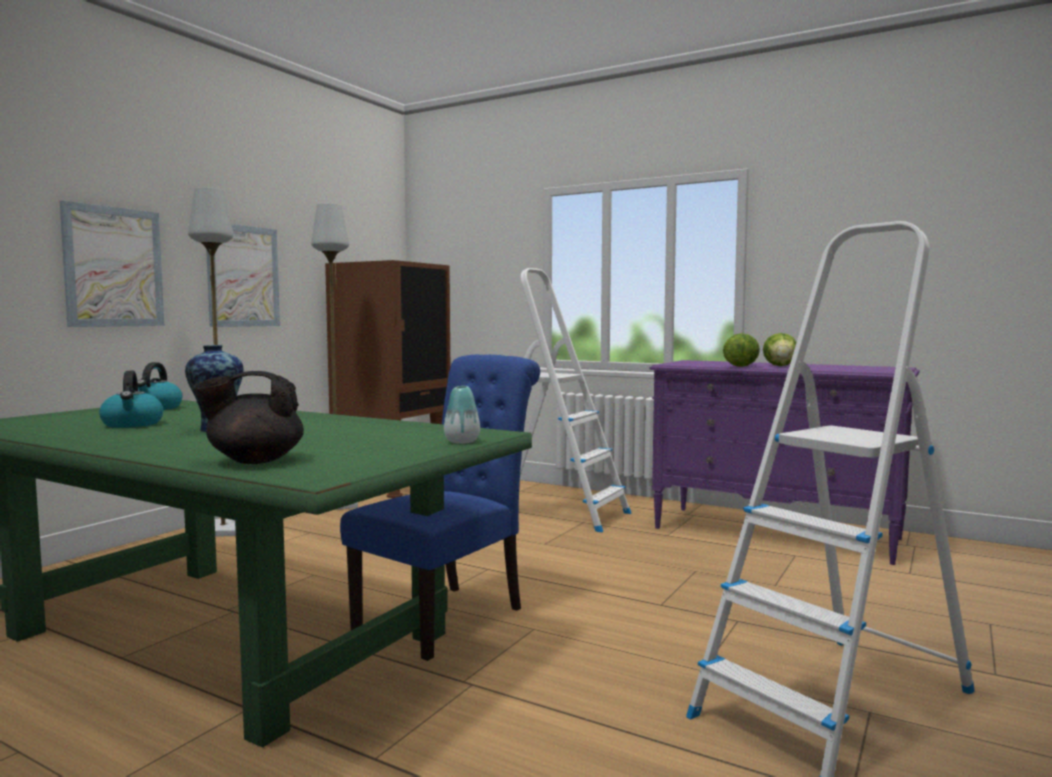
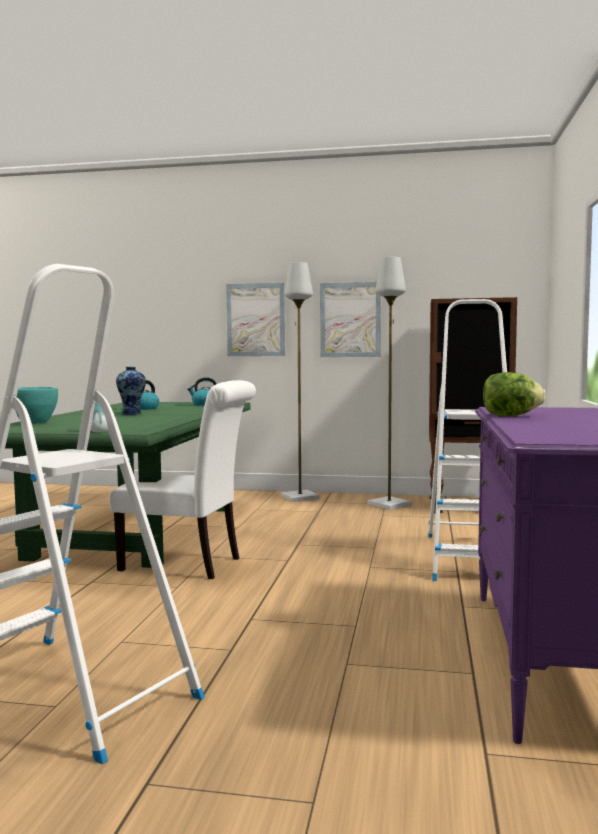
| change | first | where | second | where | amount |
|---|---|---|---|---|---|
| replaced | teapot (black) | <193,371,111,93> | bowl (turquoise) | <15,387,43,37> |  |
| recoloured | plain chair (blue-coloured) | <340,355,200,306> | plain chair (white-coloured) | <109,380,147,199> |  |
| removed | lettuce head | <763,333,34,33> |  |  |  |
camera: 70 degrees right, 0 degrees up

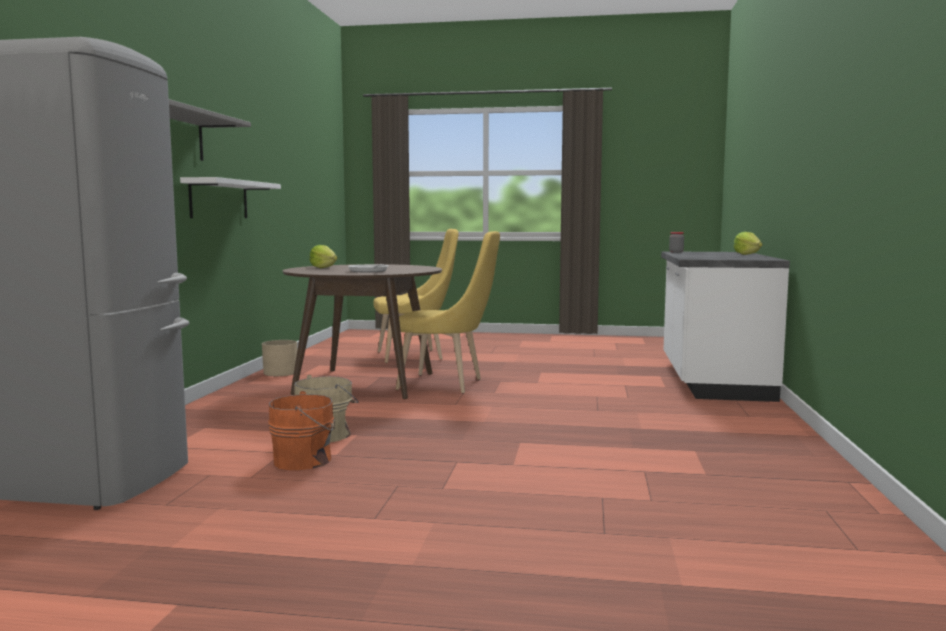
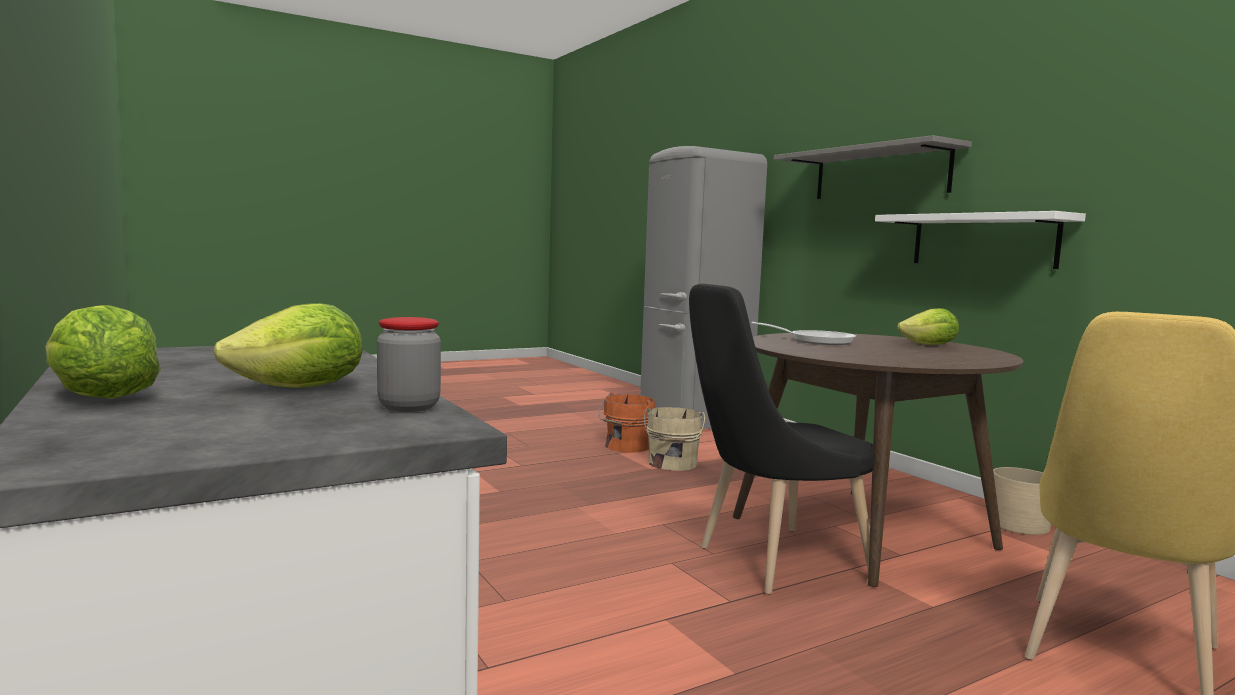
| change | first | where | second | where | amount |
|---|---|---|---|---|---|
| added |  |  | lettuce head | <213,303,150,85> |  |
| recoloured | plain chair (yellow-coloured) | <396,231,104,162> | plain chair (black) | <689,284,186,310> |  |
camera: 140 degrees right, 0 degrees up

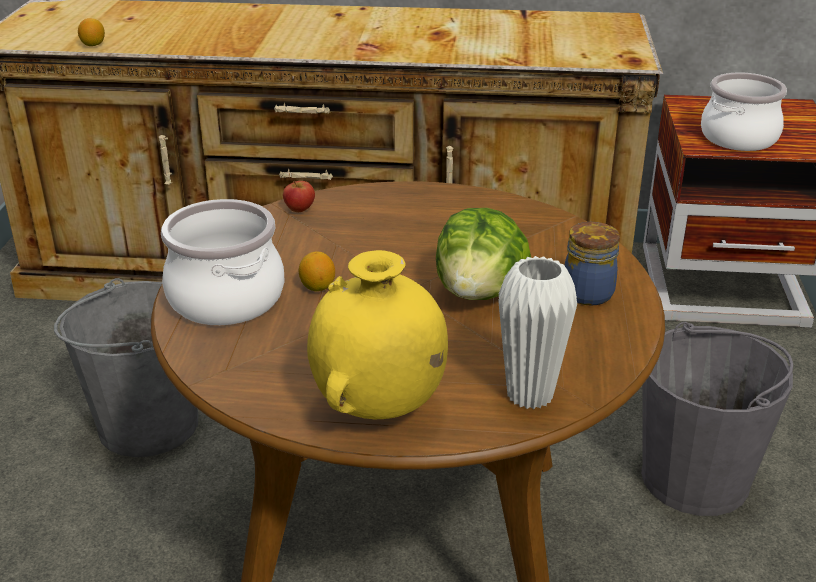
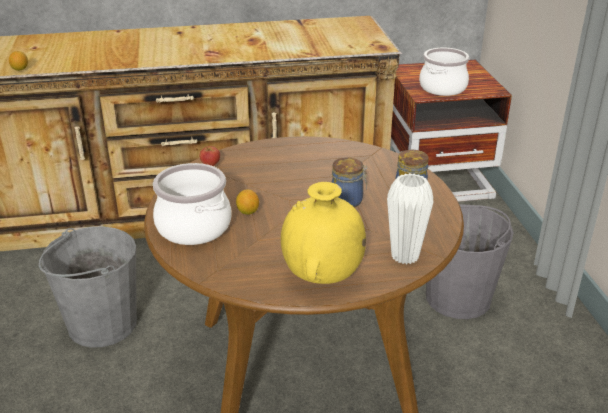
| change | first | where | second | where | amount |
|---|---|---|---|---|---|
| replaced | lettuce head | <436,208,95,92> | storage jar | <331,157,36,51> |  |
camera: 15 degrees left, 0 degrees up

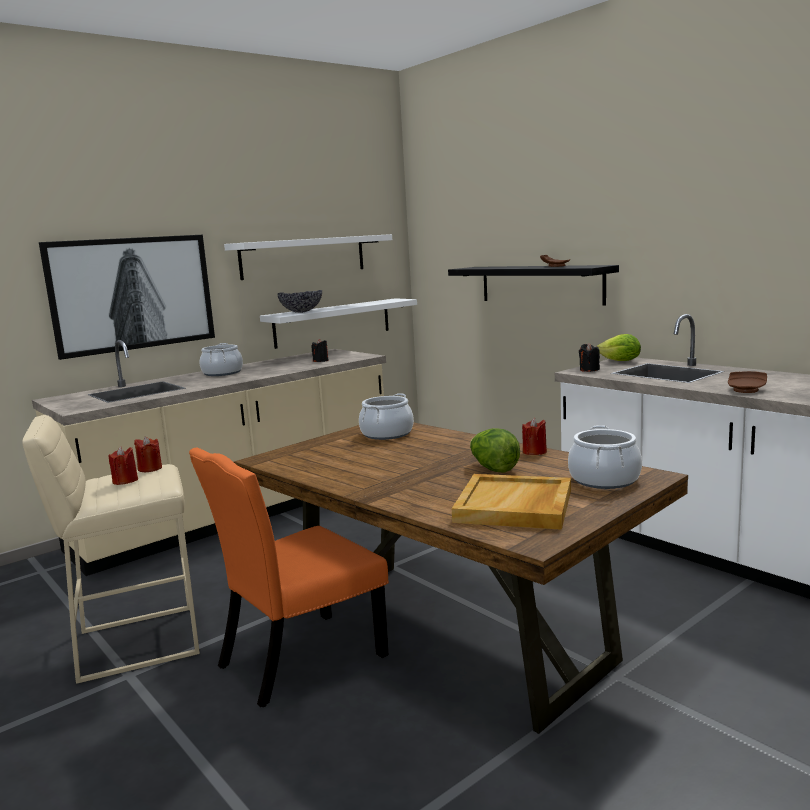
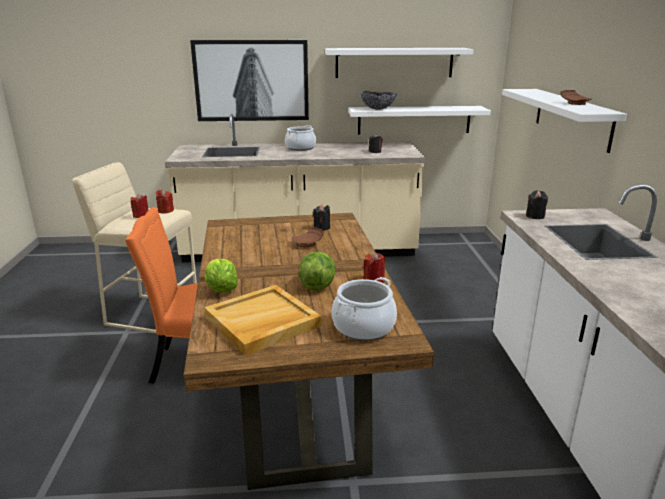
| change | first | where | second | where | amount |
|---|---|---|---|---|---|
| moved | lettuce head | <597,334,44,27> |  | <205,259,33,34> |  |
| moved | dinner plate (brown-coloured) | <728,371,39,22> |  | <292,227,32,20> |  |
| replaced | saucepot | <359,393,55,47> | wax candle (black) | <313,205,17,25> |  |
| recoloured | bracket shelf (black) | <448,265,171,40> | bracket shelf (white-coloured) | <502,89,125,64> |  |
camera: 35 degrees right, 10 degrees up

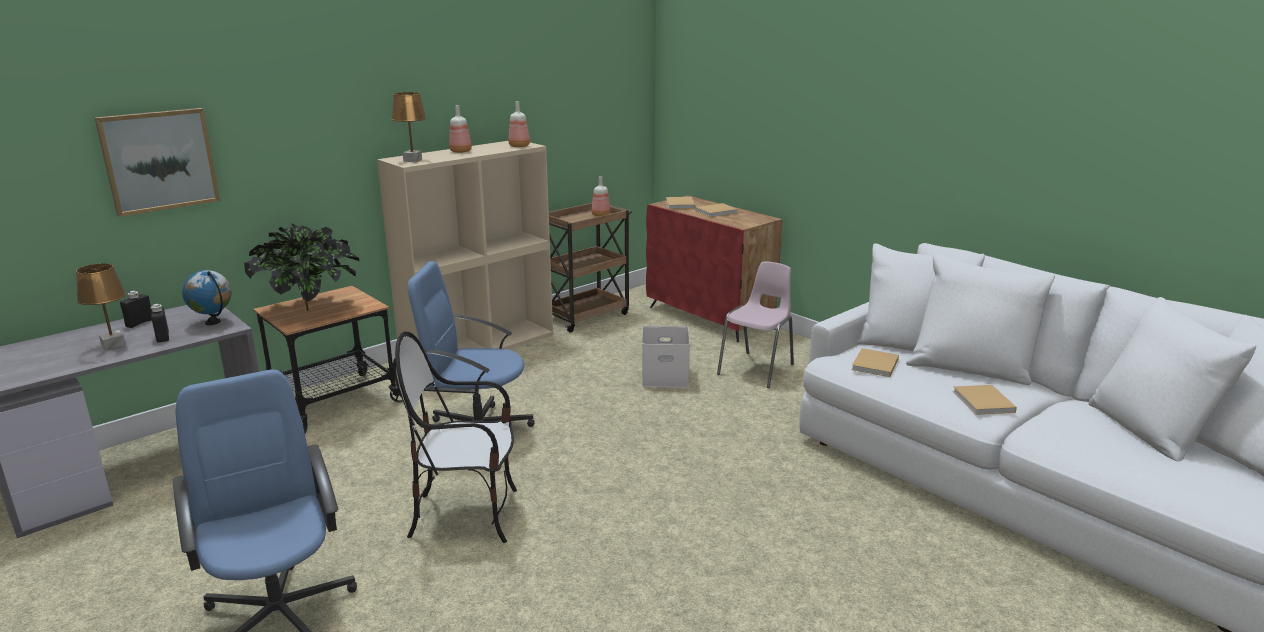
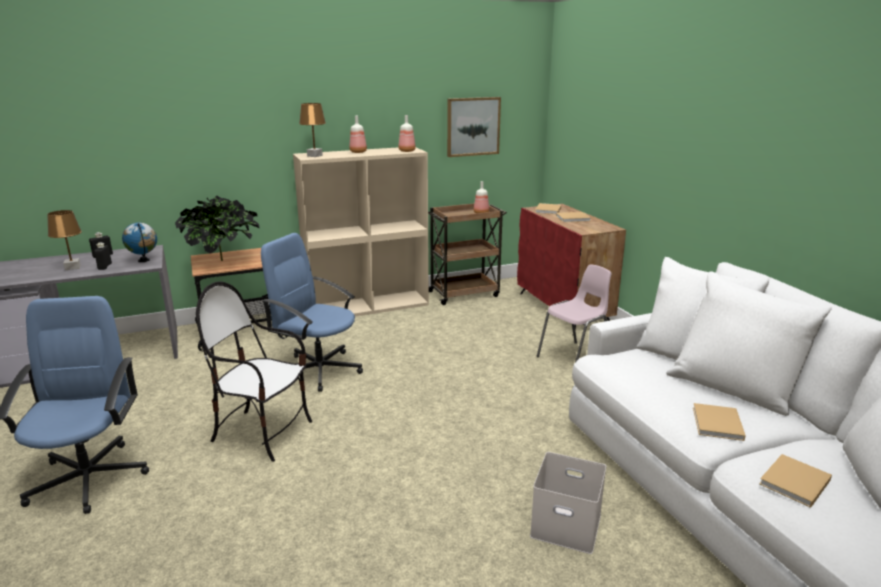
| change | first | where | second | where | amount |
|---|---|---|---|---|---|
| moved | picture | <94,108,126,109> |  | <447,97,54,60> |  |
| moved | storage bin (white-coloured) | <642,326,48,62> |  | <530,452,76,102> |  |
| moved | volume (sand-coloured) | <851,348,48,29> |  | <759,454,73,54> |  |
camera: 20 degrees right, 0 degrees up

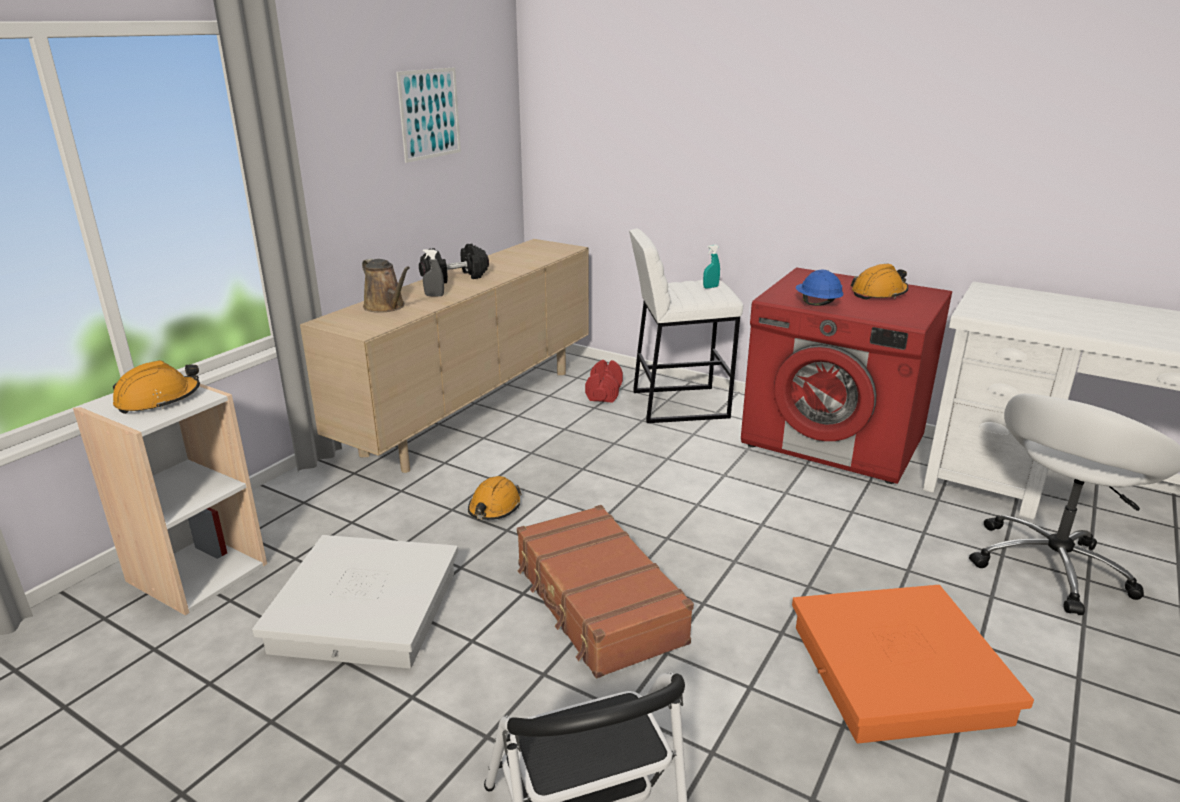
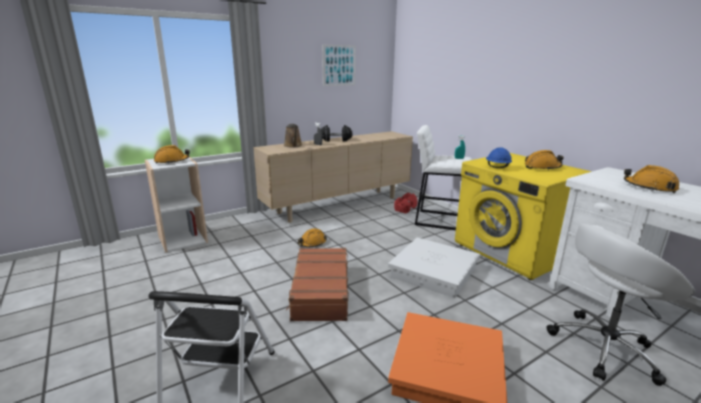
| change | first | where | second | where | amount |
|---|---|---|---|---|---|
| moved | storage bin (white-coloured) | <252,535,206,134> |  | <388,237,92,61> |  |
| recoloured | laundry machine (reddish) | <741,268,211,216> | laundry machine (yellow-coloured) | <455,153,137,127> |  |
| added |  |  | hard hat (orange-coloured) | <624,165,55,28> |  |
camera: 25 degrees right, 5 degrees down

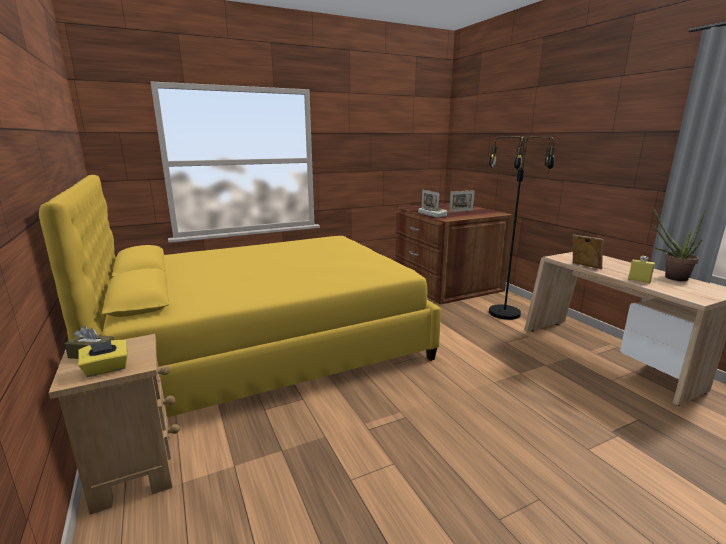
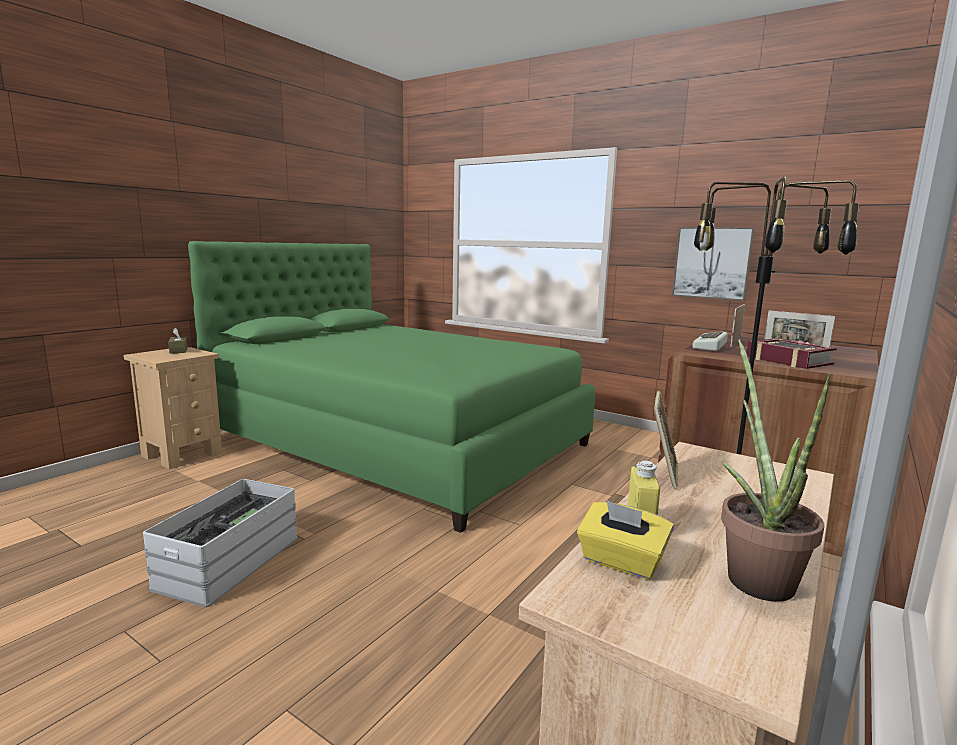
| change | first | where | second | where | amount |
|---|---|---|---|---|---|
| added |  |  | storage bin (gray) | <143,479,155,128> |  |
| recoloured | sleeping bed (yellow-coloured) | <39,175,402,242> | sleeping bed (greenish) | <188,241,407,292> |  |
| moved | box of tissues (yellow-coloured) | <78,340,50,37> |  | <577,501,97,79> |  |
| added |  |  | picture | <672,227,83,74> |  |
| added |  |  | volume | <747,338,90,31> |  |
camera: 60 degrees right, 5 degrees down

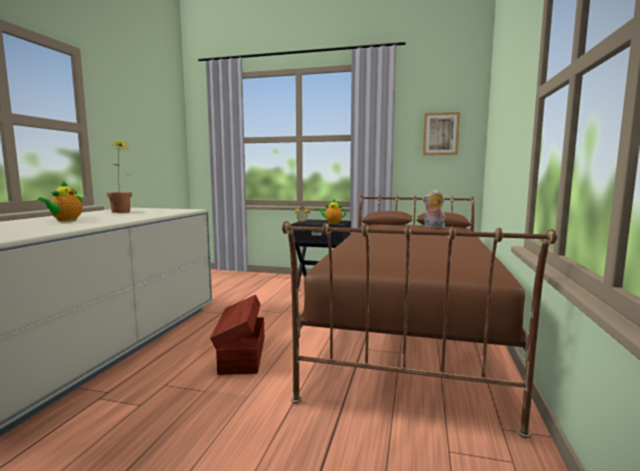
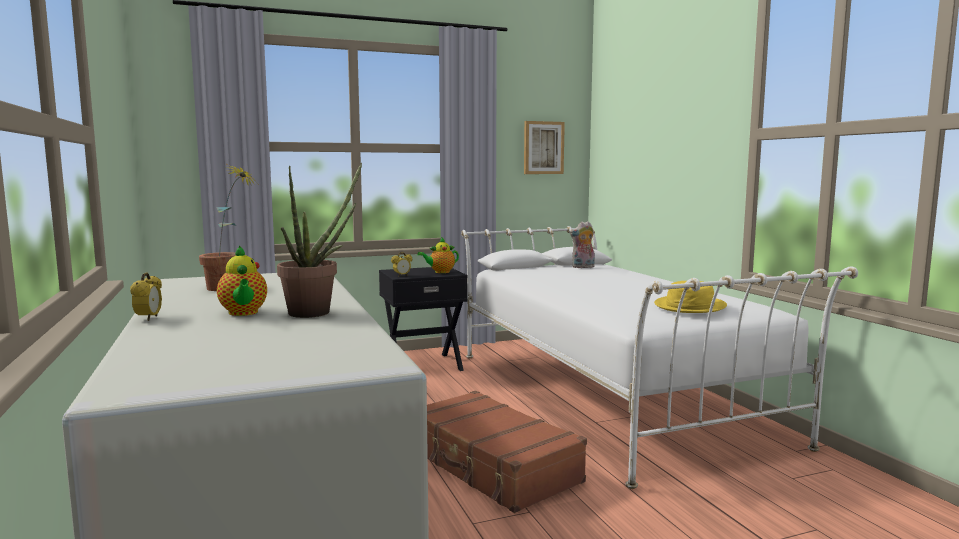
| change | first | where | second | where | amount |
|---|---|---|---|---|---|
| added |  |  | alarm clock | <130,272,32,49> |  |
| added |  |  | plant in a pot | <277,163,85,155> |  |
| replaced | storage bin (brown-coloured) | <210,295,54,80> | travel case (brown-coloured) | <427,391,160,122> |  |
| recoloured | sleeping bed (brown-coloured) | <282,195,276,243> | sleeping bed (white-coloured) | <461,226,397,263> |  |
| added |  |  | clothing hat (yellow-coloured) | <654,281,73,32> |  |
camera: 35 degrees left, 0 degrees up

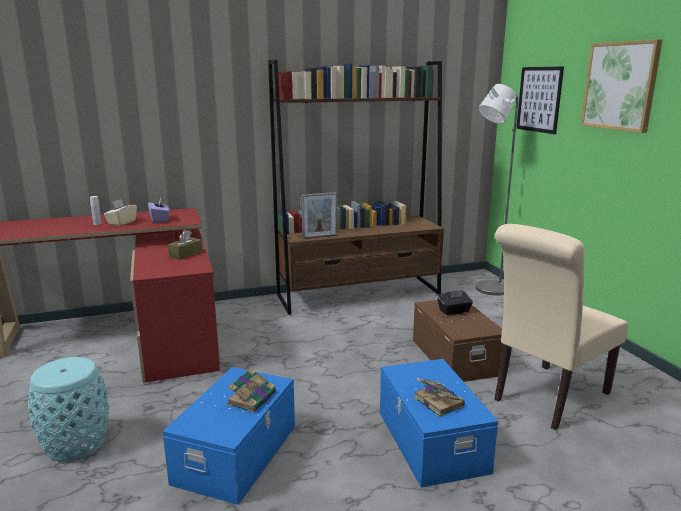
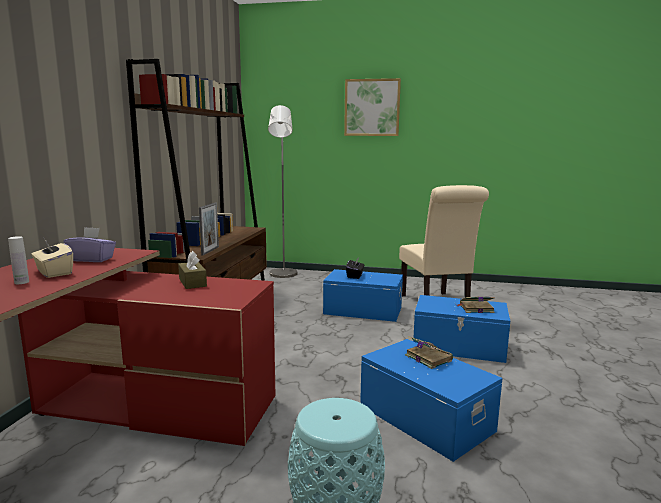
| change | first | where | second | where | amount |
|---|---|---|---|---|---|
| recoloured | storage bin (brown-coloured) | <413,300,90,82> | storage bin (blue-coloured) | <323,269,80,53> |  |
| removed | picture | <516,67,48,67> |  |  |  |
camera: 60 degrees left, 5 degrees down

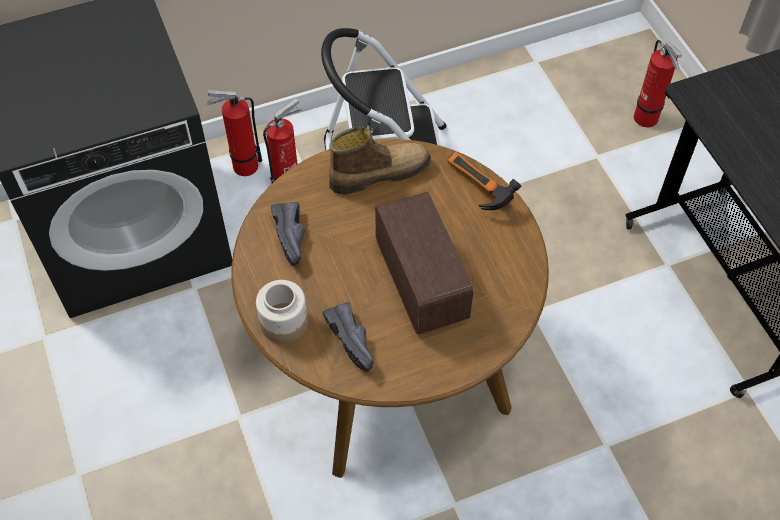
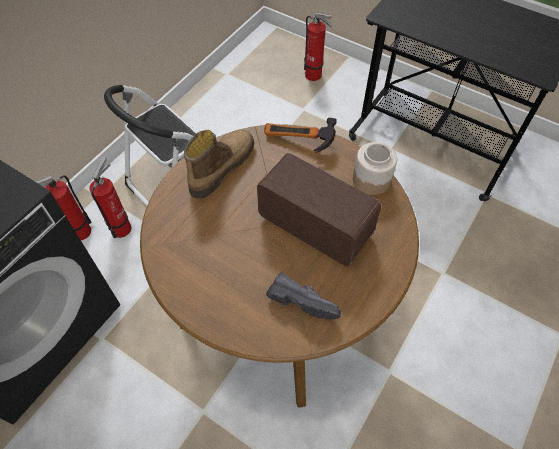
| change | first | where | second | where | amount |
|---|---|---|---|---|---|
| moved | storage jar | <256,280,52,64> |  | <353,142,44,53> |  |
| removed | low shoe (black) | <271,202,34,64> |  |  |  |
camera: 35 degrees left, 0 degrees up

